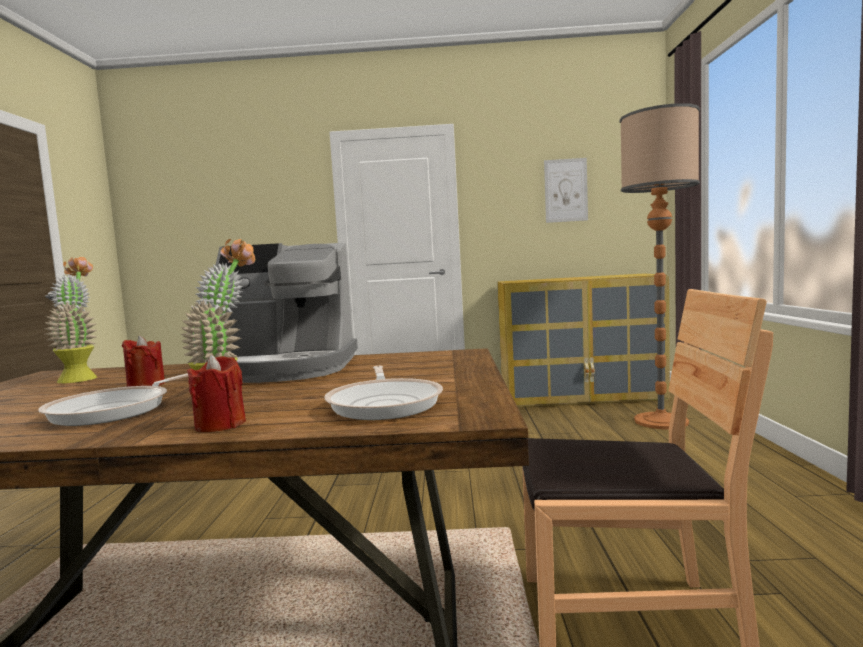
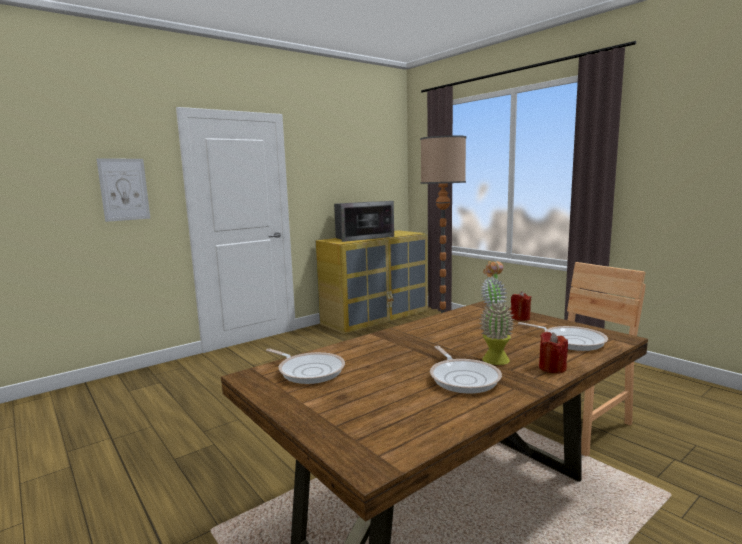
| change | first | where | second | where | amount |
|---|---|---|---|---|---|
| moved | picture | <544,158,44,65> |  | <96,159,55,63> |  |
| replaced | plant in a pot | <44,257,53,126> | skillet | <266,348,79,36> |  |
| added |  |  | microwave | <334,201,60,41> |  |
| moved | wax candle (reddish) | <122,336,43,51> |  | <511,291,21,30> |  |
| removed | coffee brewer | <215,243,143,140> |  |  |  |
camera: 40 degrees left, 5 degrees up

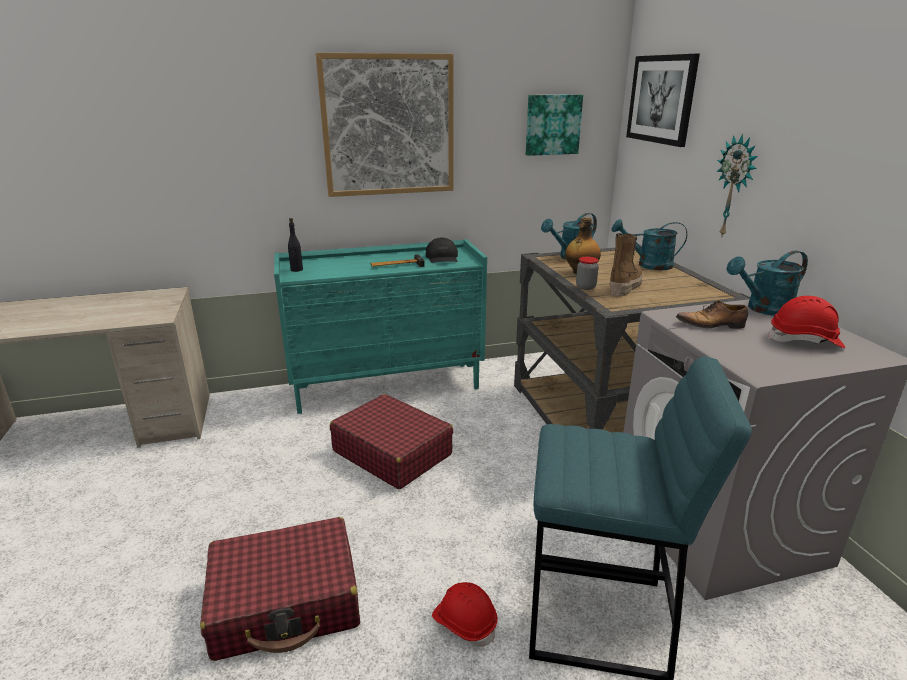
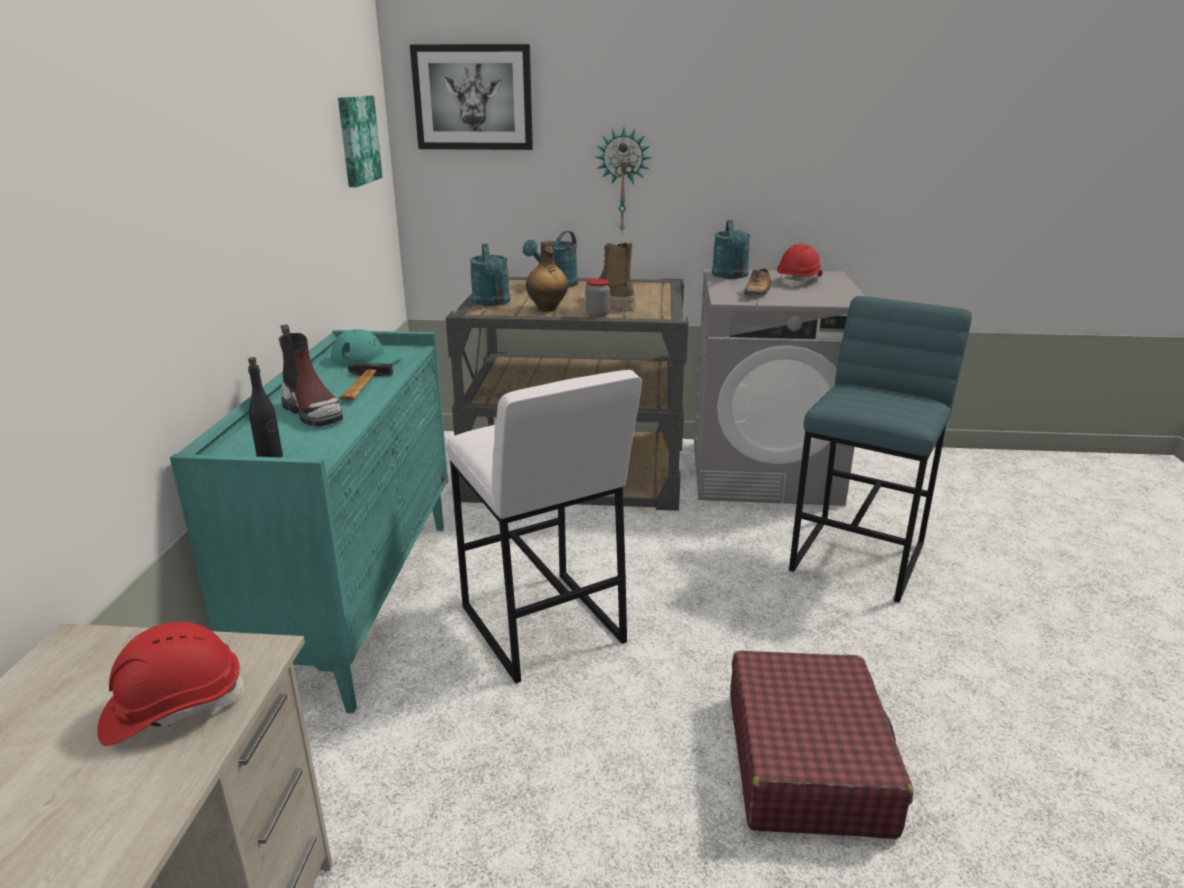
| change | first | where | second | where | amount |
|---|---|---|---|---|---|
| moved | hard hat (reddish) | <432,582,66,65> |  | <97,622,149,124> |  |
| added |  |  | tall boot | <279,324,64,102> |  |
| recoloured | baseball cap (black) | <426,237,32,26> | baseball cap (turquoise) | <331,329,73,38> |  |
| replaced | travel case (reddish) | <330,394,123,95> | stool seat (white-coloured) | <446,370,196,313> |  |
| removed | picture | <316,53,138,144> |  |  |  |
camera: 70 degrees left, 0 degrees up

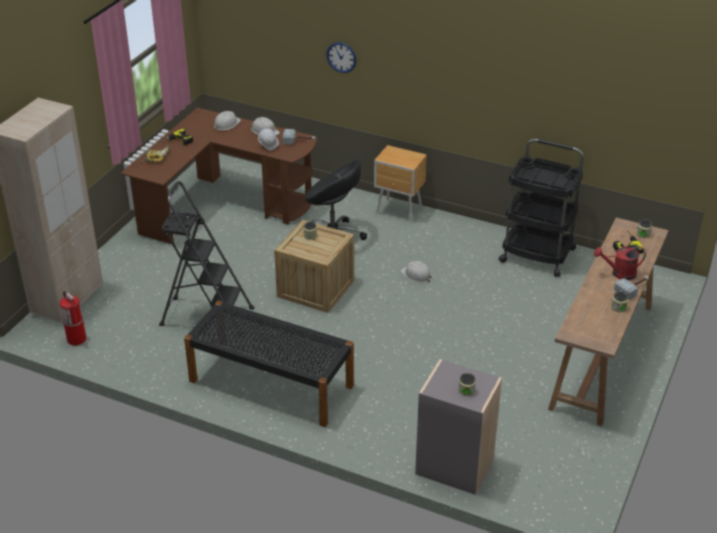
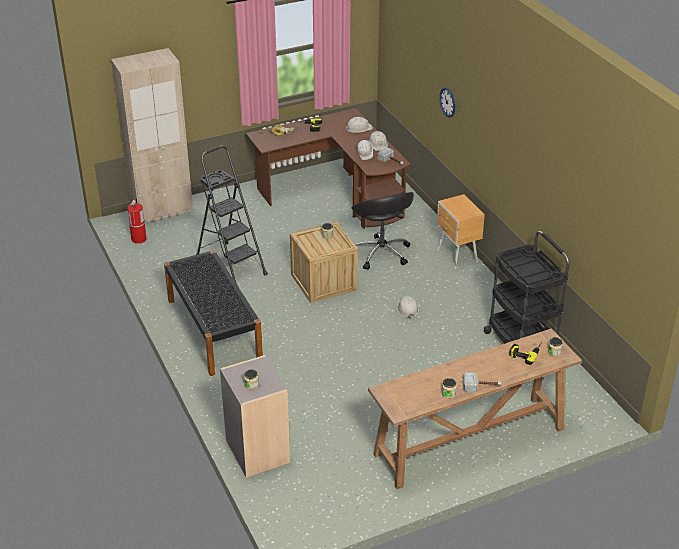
| change | first | where | second | where | amount |
|---|---|---|---|---|---|
| removed | watering can (reddish) | <594,246,52,34> |  |  |  |
camera: 40 degrees right, 0 degrees up

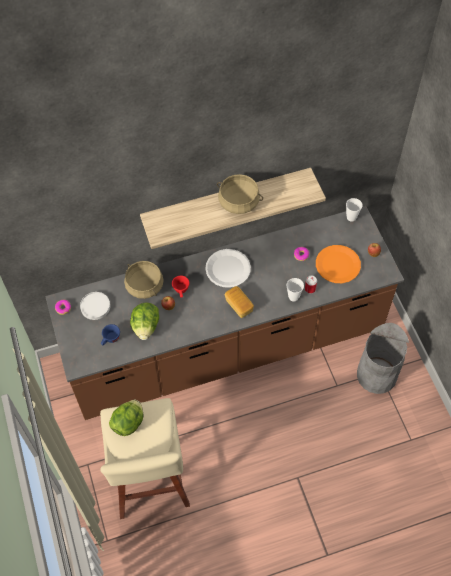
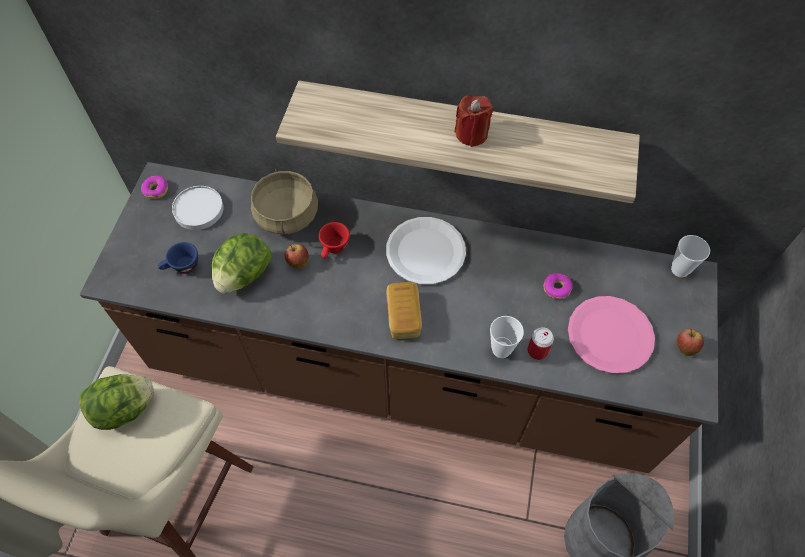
| change | first | where | second | where | amount |
|---|---|---|---|---|---|
| replaced | saucepot (sand-coloured) | <217,174,46,40> | wax candle (reddish) | <454,95,39,52> |  |
| recoloured | dinner plate (orange-coloured) | <316,245,45,38> | dinner plate (pink) | <568,296,87,78> |  |
camera: 30 degrees right, 0 degrees up

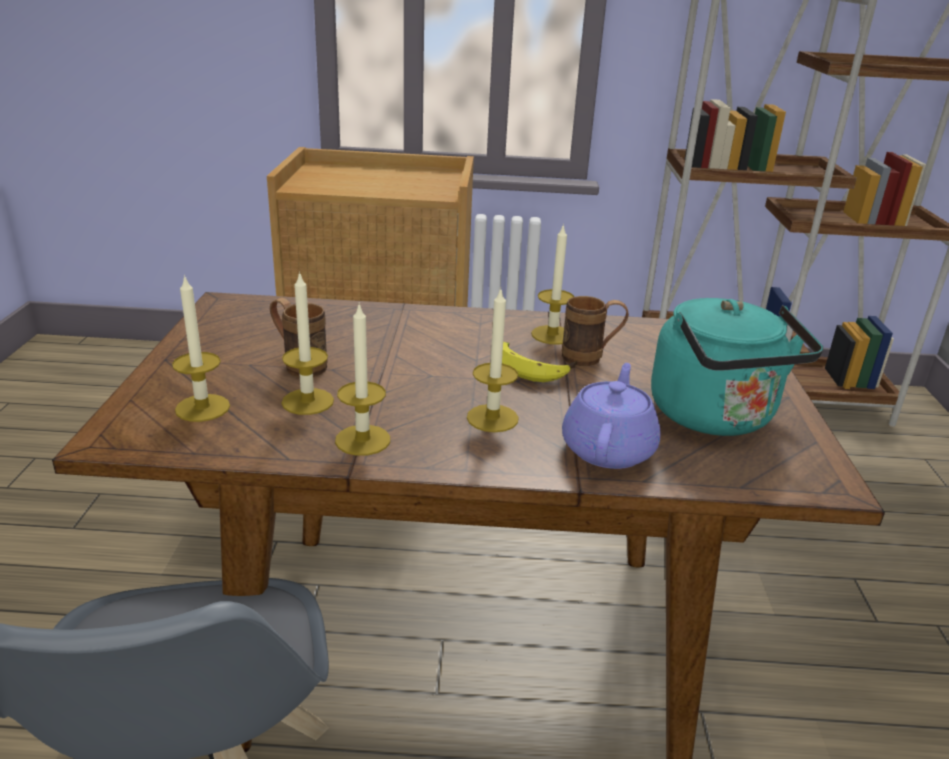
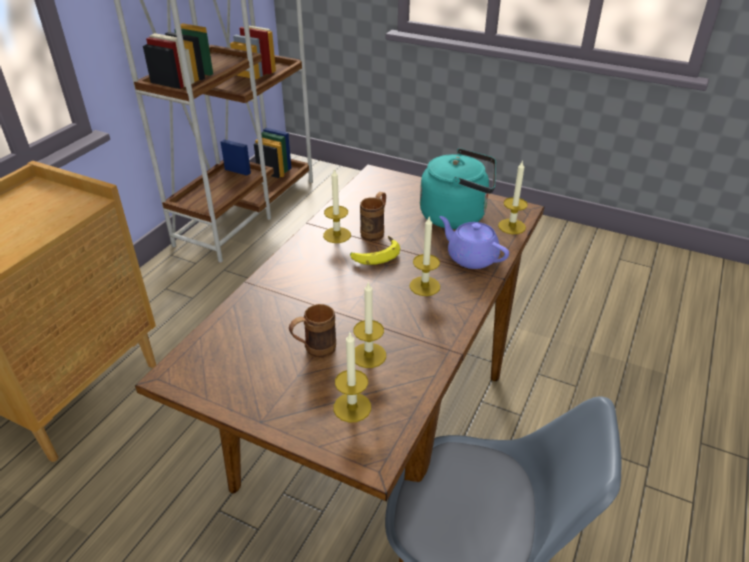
| change | first | where | second | where | amount |
|---|---|---|---|---|---|
| moved | wax candle | <335,303,55,153> |  | <498,160,30,74> |  |
camera: 65 degrees left, 10 degrees up

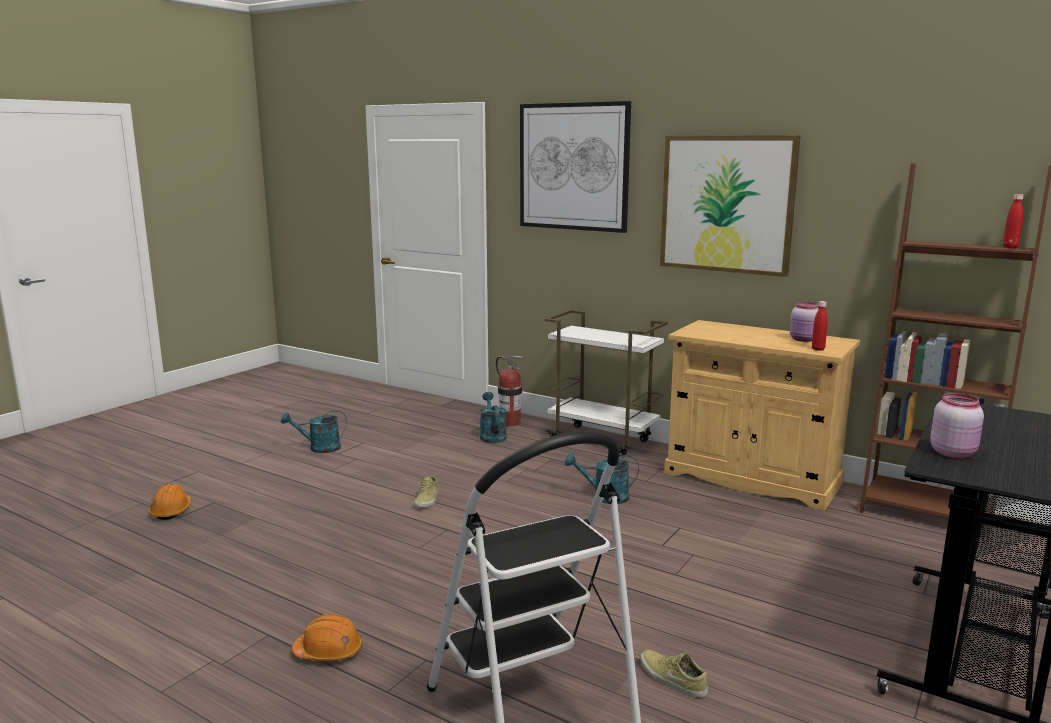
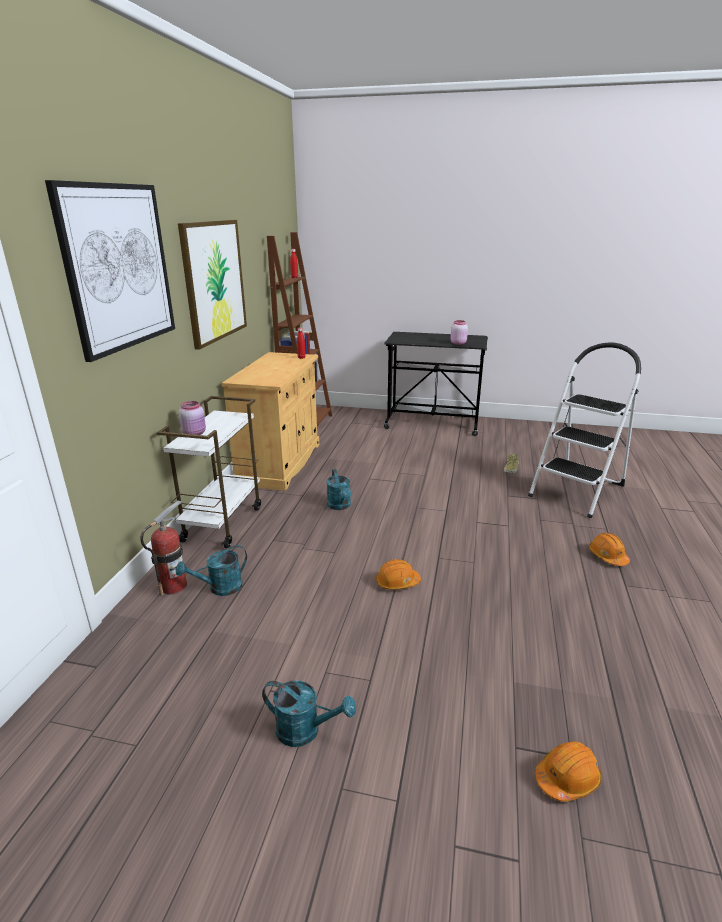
| change | first | where | second | where | amount |
|---|---|---|---|---|---|
| moved | storage jar (pink) | <790,302,28,40> |  | <179,401,27,34> |  |
| turned | watering can (turquoise) | <281,410,66,43> |  | <262,680,94,67> | 45 degrees counterclockwise |
| replaced | low shoe (sand-coloured) | <414,476,24,31> | hard hat (orange-coloured) | <376,559,45,31> |  |
camera: 110 degrees left, 10 degrees up

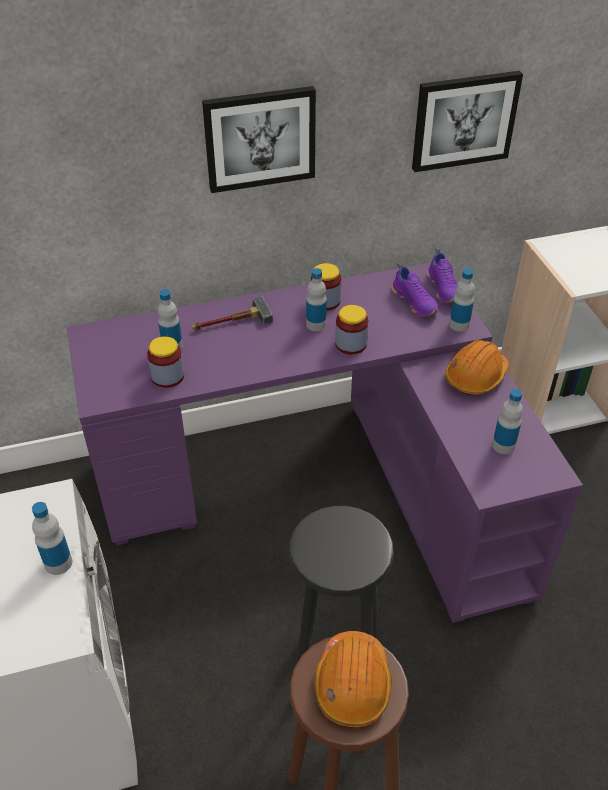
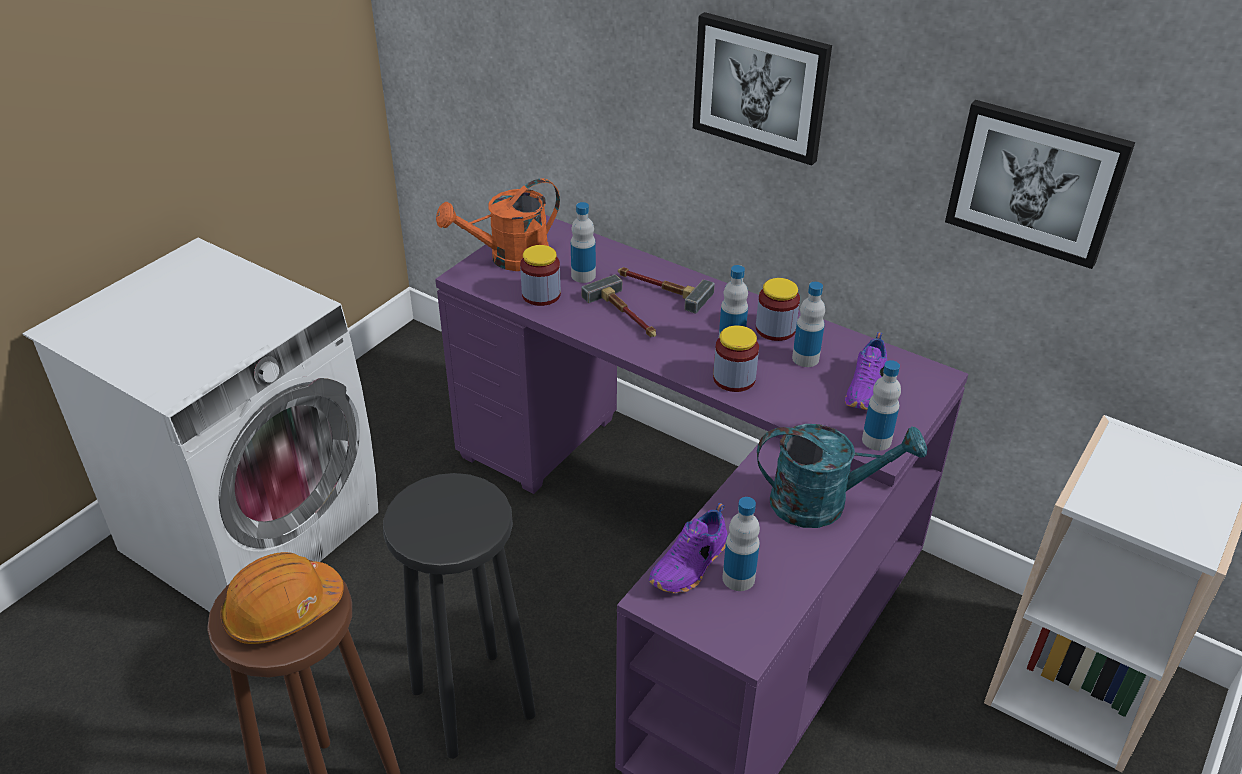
| change | first | where | second | where | amount |
|---|---|---|---|---|---|
| added |  |  | watering can (orange-coloured) | <436,178,124,93> |  |
| added |  |  | hand hammer | <581,274,75,63> |  |
| moved | low shoe (purple) | <427,249,31,54> |  | <649,503,78,91> |  |
| replaced | hard hat (orange-coloured) | <445,340,64,55> | watering can (turquoise) | <757,424,170,104> |  |
| moved | beverage bottle | <32,502,40,73> |  | <792,282,33,85> |  |
camera: 50 degrees right, 5 degrees down

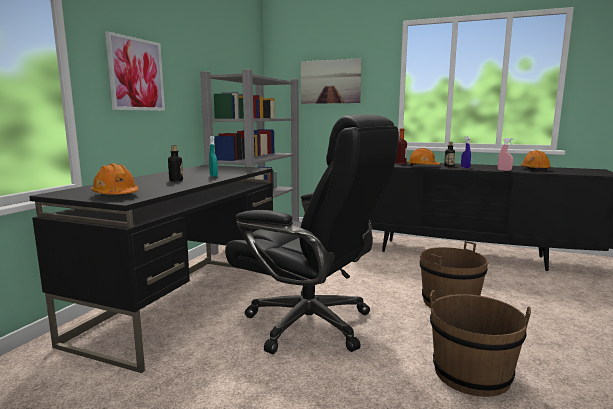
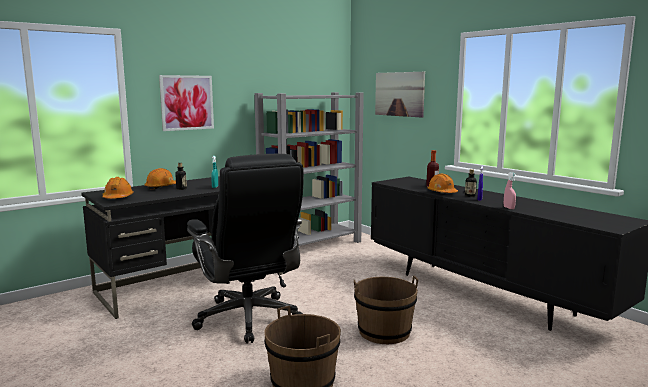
| change | first | where | second | where | amount |
|---|---|---|---|---|---|
| moved | hard hat (orange-coloured) | <520,150,31,21> |  | <144,168,32,22> |  |
camera: 30 degrees right, 0 degrees up

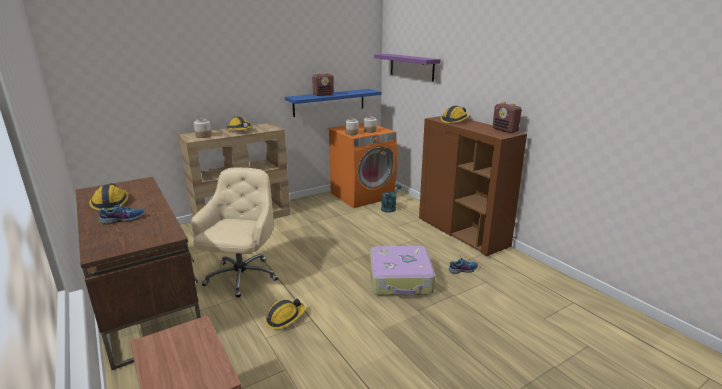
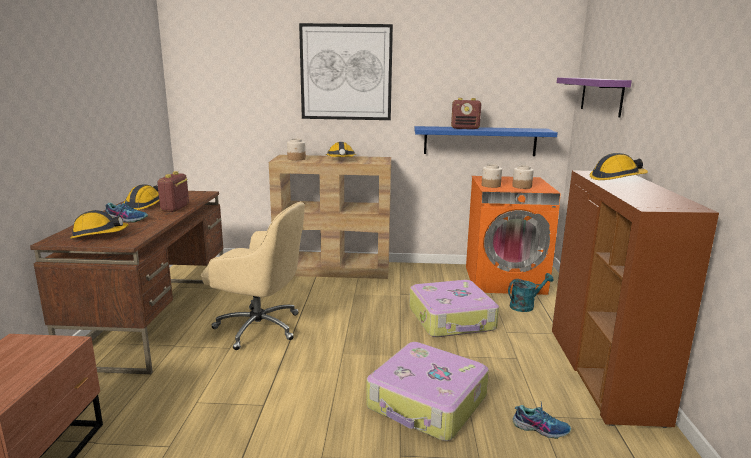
| change | first | where | second | where | amount |
|---|---|---|---|---|---|
| moved | hard hat | <265,299,40,30> |  | <70,210,59,28> |  |
| moved | radio receiver | <493,102,29,31> |  | <157,171,32,41> |  |
| turned | desk chair (sand-coloured) | <191,167,87,131> |  | <201,201,104,149> | 60 degrees clockwise |
| added |  |  | picture | <299,23,94,97> |  |
| added |  |  | travel case | <409,280,90,57> |  |
camera: 35 degrees right, 5 degrees down

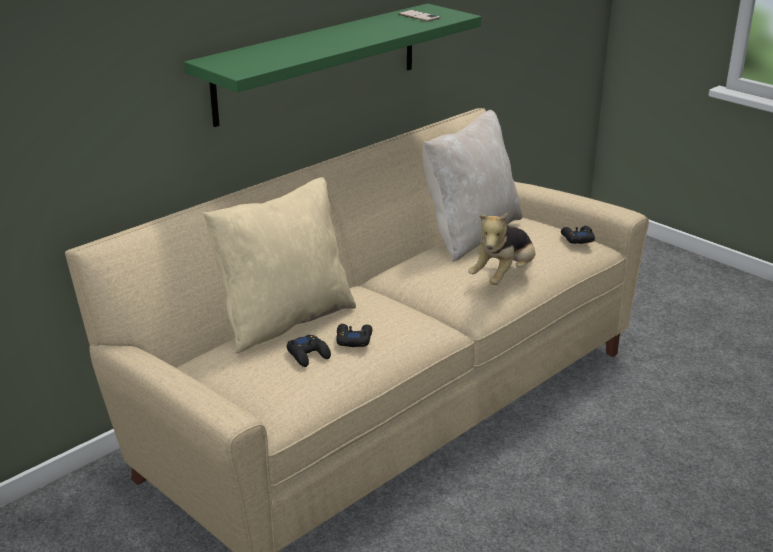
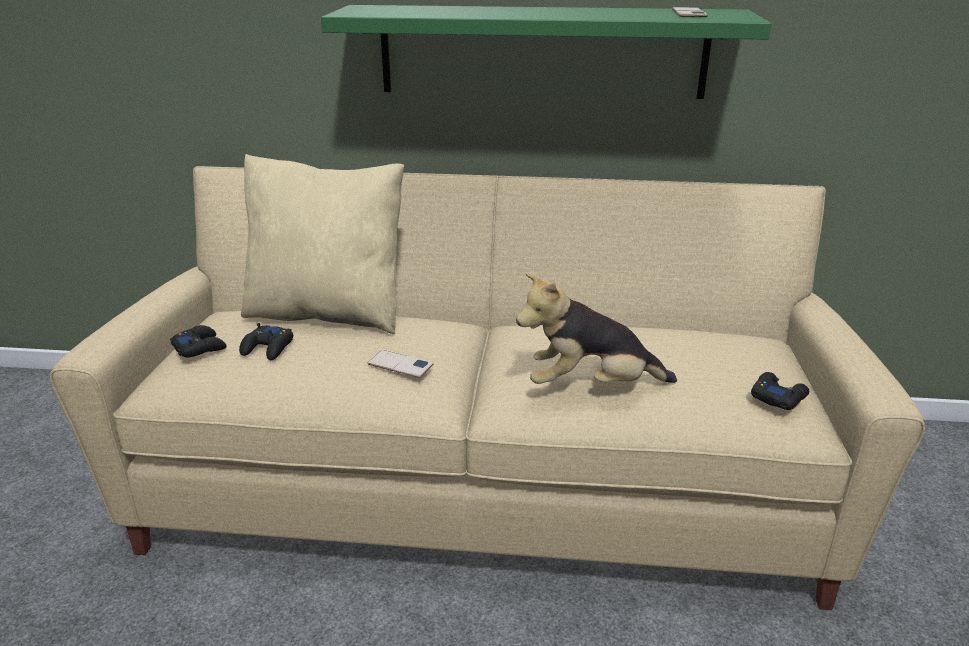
| change | first | where | second | where | amount |
|---|---|---|---|---|---|
| moved | joypad (black) | <336,324,36,23> |  | <170,325,57,33> |  |
| added |  |  | phone | <367,350,66,28> |  |
| removed | cushion (sand-coloured) | <422,110,100,152> |  |  |  |
camera: 50 degrees right, 0 degrees up

